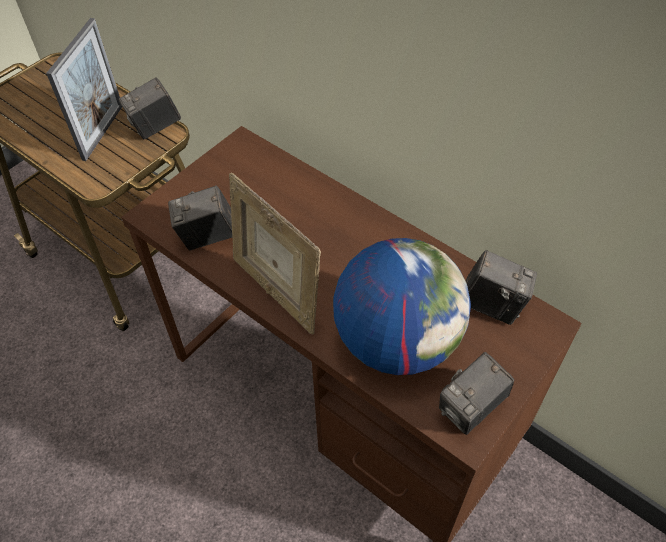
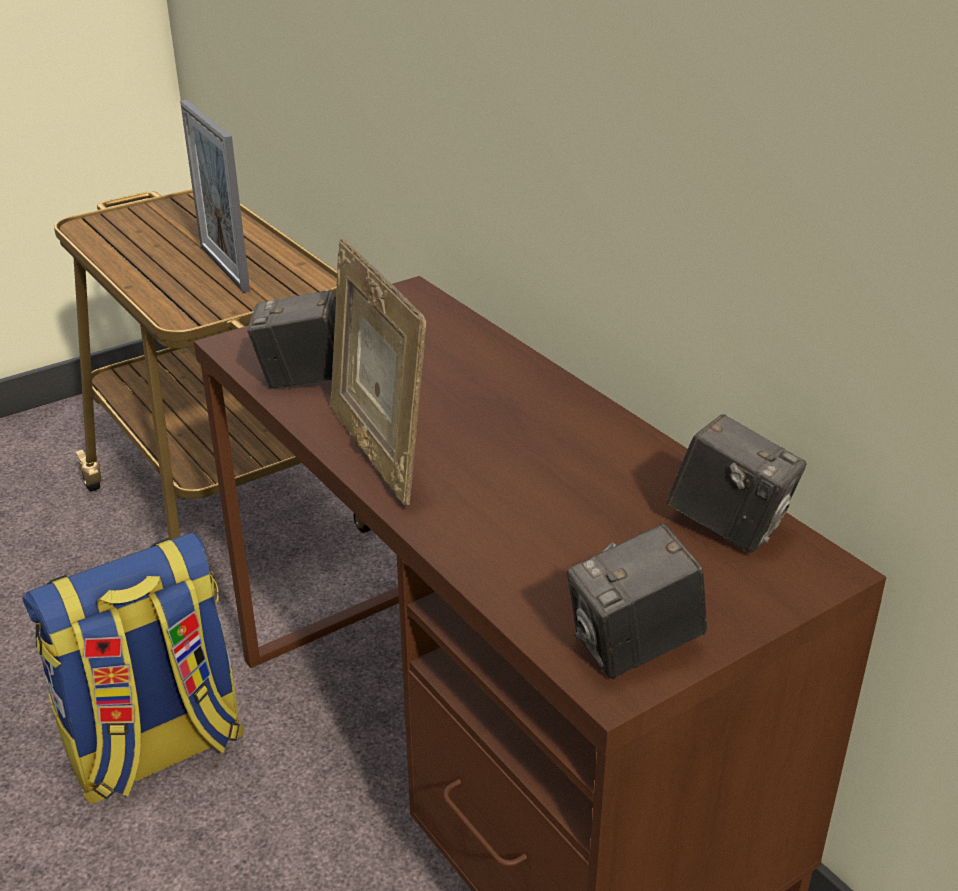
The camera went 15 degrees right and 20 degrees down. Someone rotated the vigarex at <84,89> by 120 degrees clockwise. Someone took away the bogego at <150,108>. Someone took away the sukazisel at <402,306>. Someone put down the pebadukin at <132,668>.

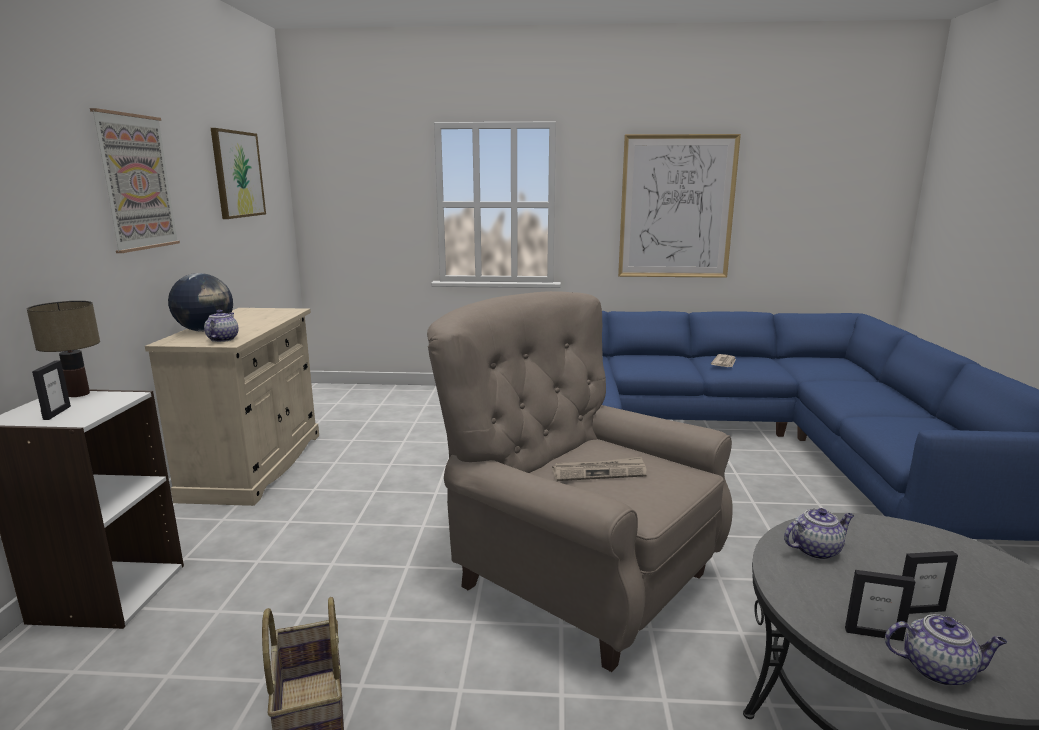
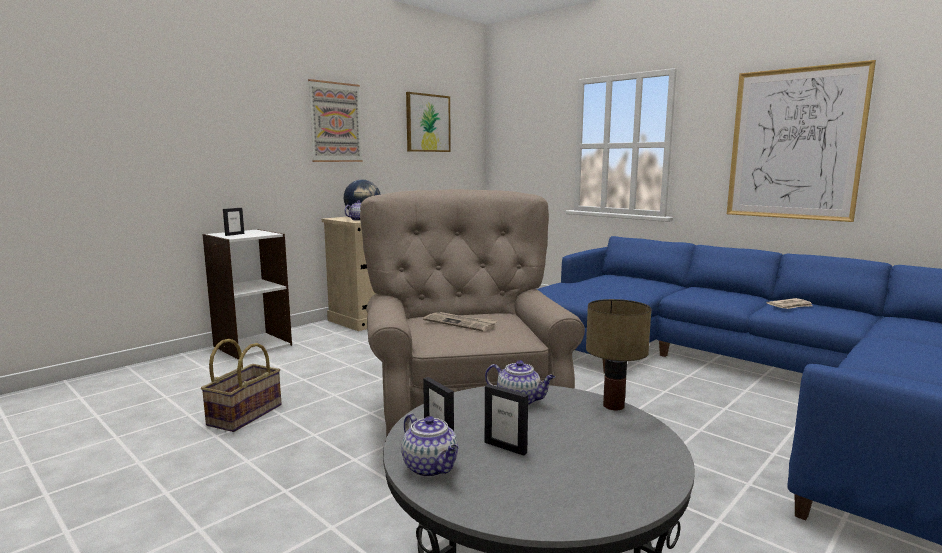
The camera went 40 degrees right and 5 degrees down. Someone carried the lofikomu from <63,349> to <618,354>.

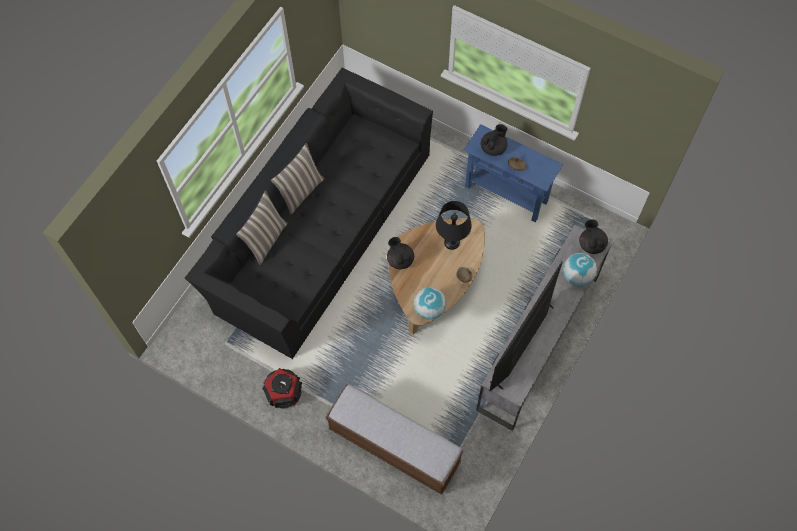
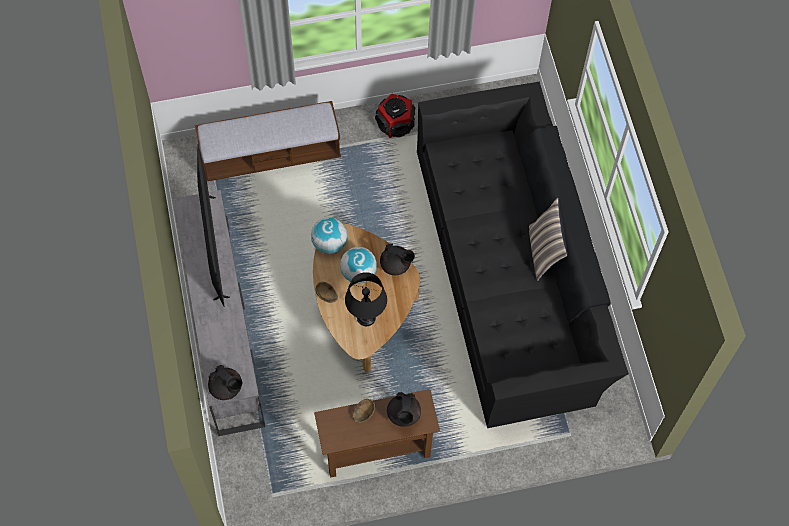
The camera went 135 degrees right and 0 degrees up. Someone repainted the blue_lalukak at <513,173>, which became the brown_lalukak at <377,433>. Someone took away the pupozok at <261,228>. Someone carried the sukazisel from <580,269> to <358,265>.

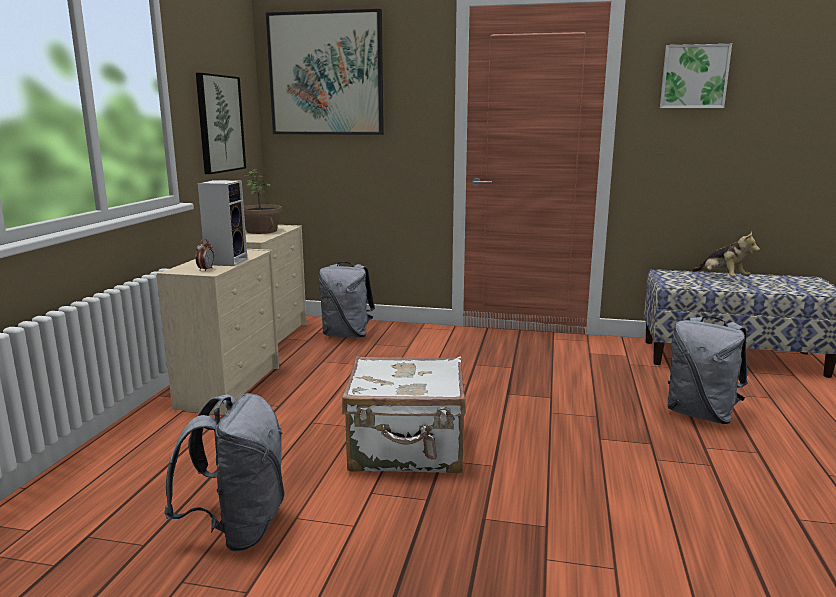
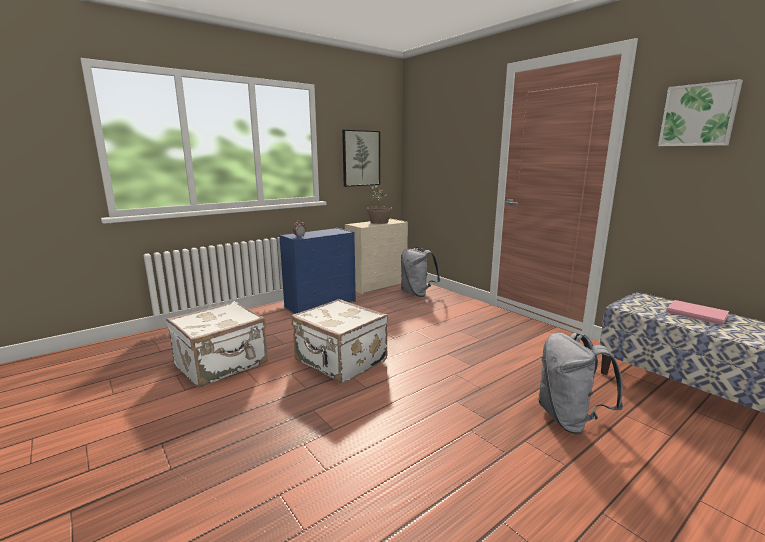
The camera went 40 degrees right and 0 degrees up. Someone took away the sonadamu at <325,72>. Someone took away the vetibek at <223,223>. Someone swapped the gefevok at <726,254> for the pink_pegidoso at <697,312>. Someone repainted the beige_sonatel at <218,332>, which became the blue_sonatel at <317,271>. Someone swapped the grey_pebadukin at <224,472> for the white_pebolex at <217,344>.

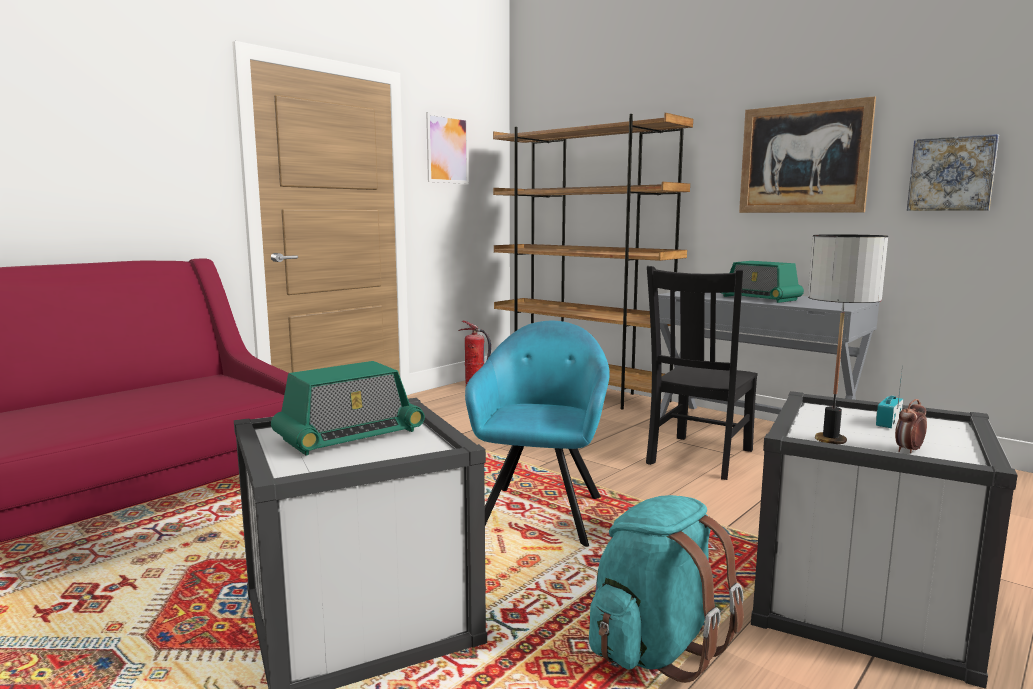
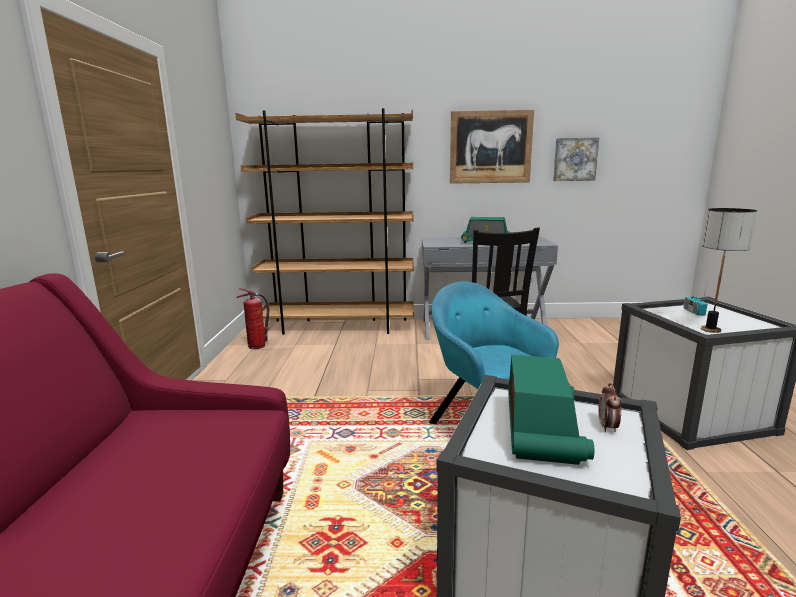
The camera went 40 degrees left and 5 degrees up. Someone took away the sonadamu at <447,148>. Someone carried the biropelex from <911,426> to <609,407>. Someone took away the turquoise_pebadukin at <666,589>.

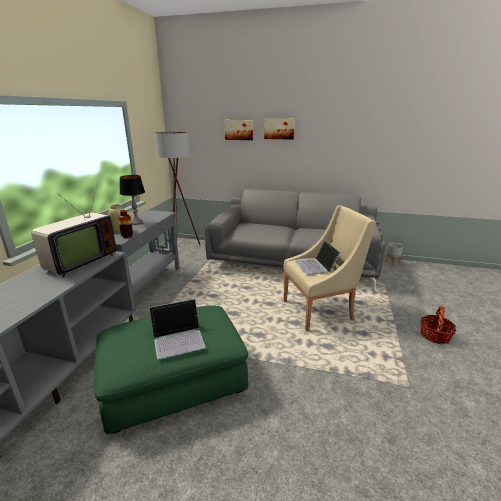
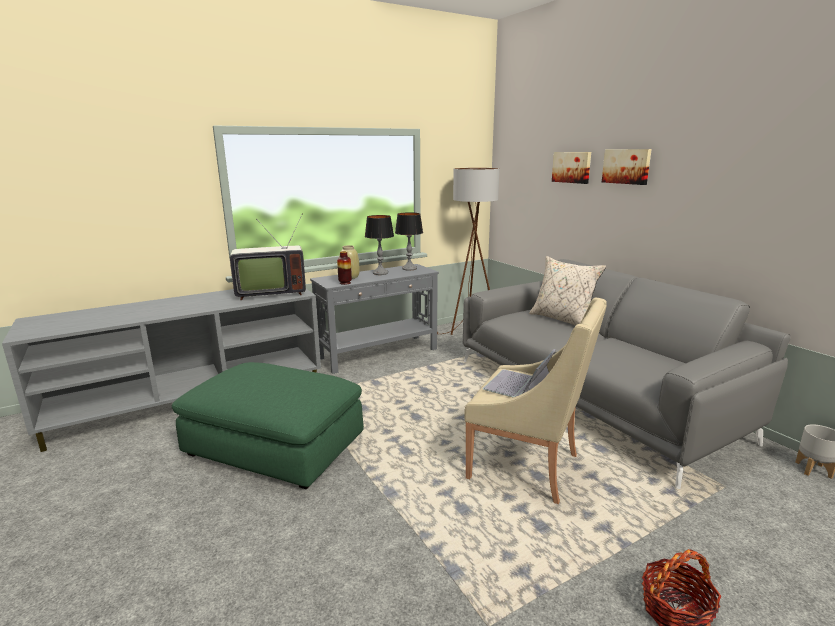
The camera went 45 degrees right and 5 degrees down. Someone took away the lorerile at <177,329>. Someone put down the lofikomu at <409,241>. Someone put down the beige_pupozok at <567,291>.

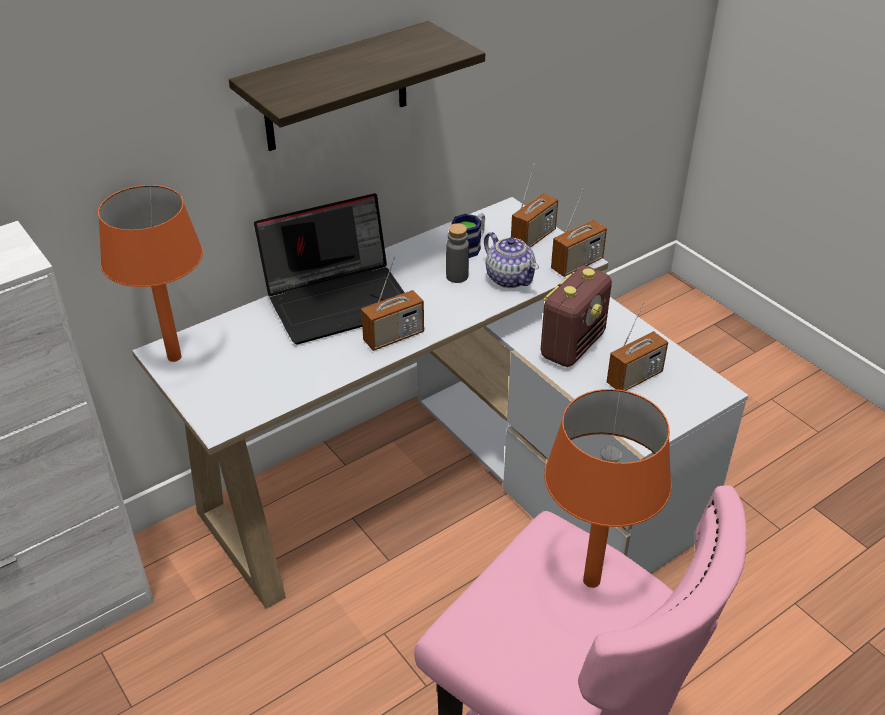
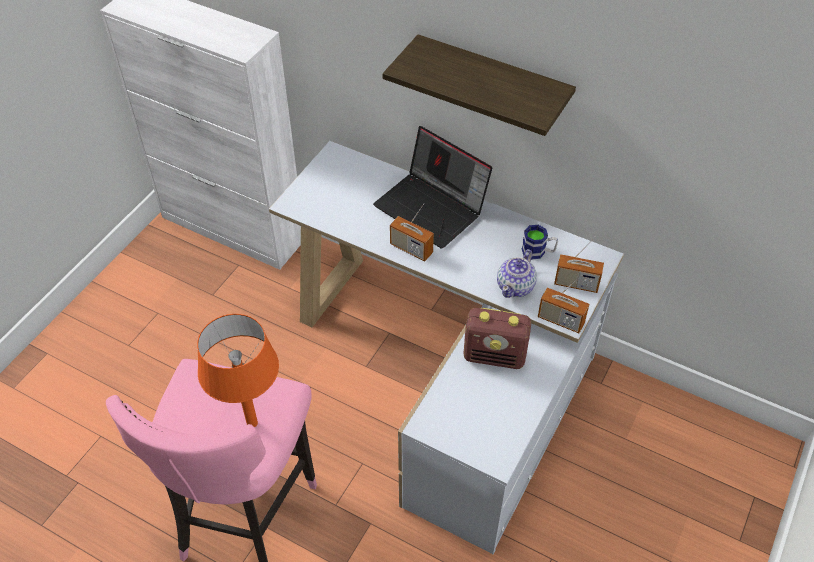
The camera went 65 degrees right and 10 degrees up. Someone took away the orange_lofikomu at <150,273>. Someone took away the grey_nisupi at <457,253>. Someone took away the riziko at <637,346>.

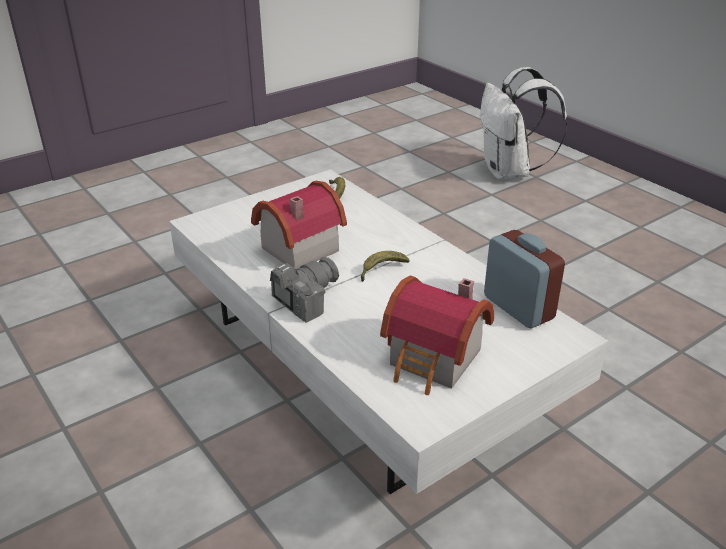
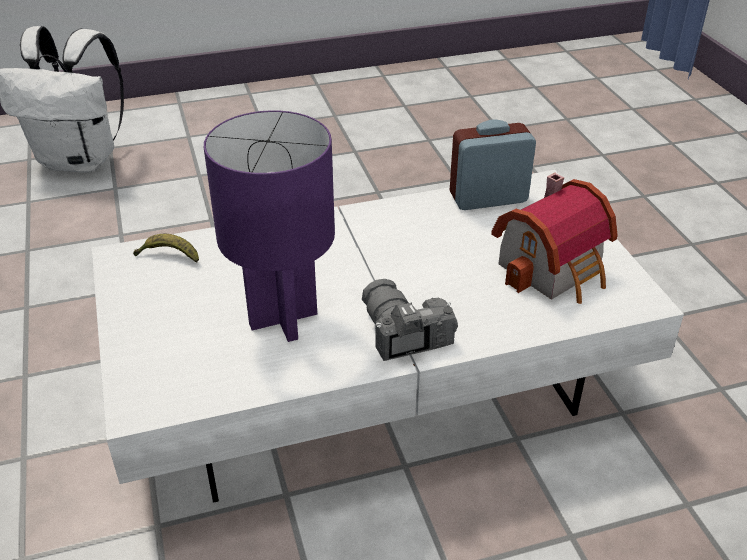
The camera went 70 degrees left and 5 degrees up. Someone swapped the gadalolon at <299,225> for the purple_lofikomu at <269,226>. Someone took away the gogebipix at <385,266>.

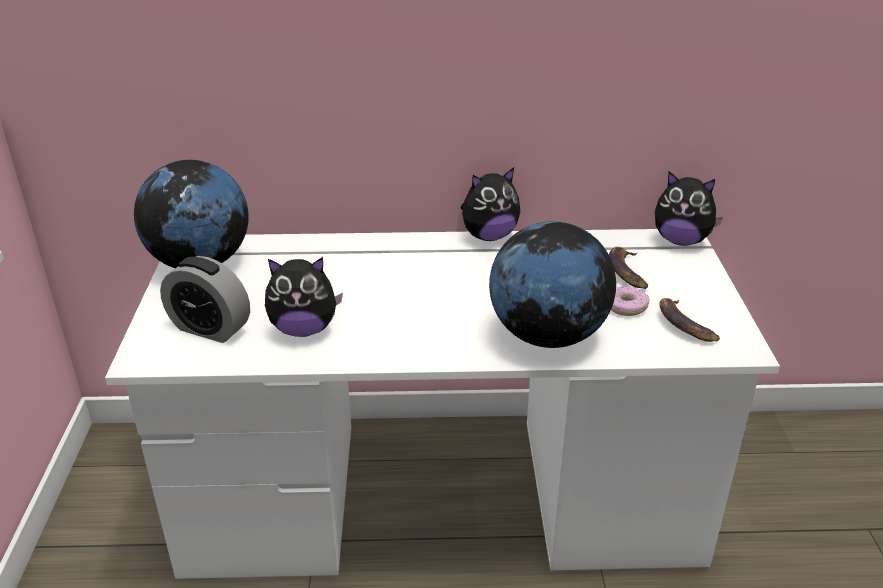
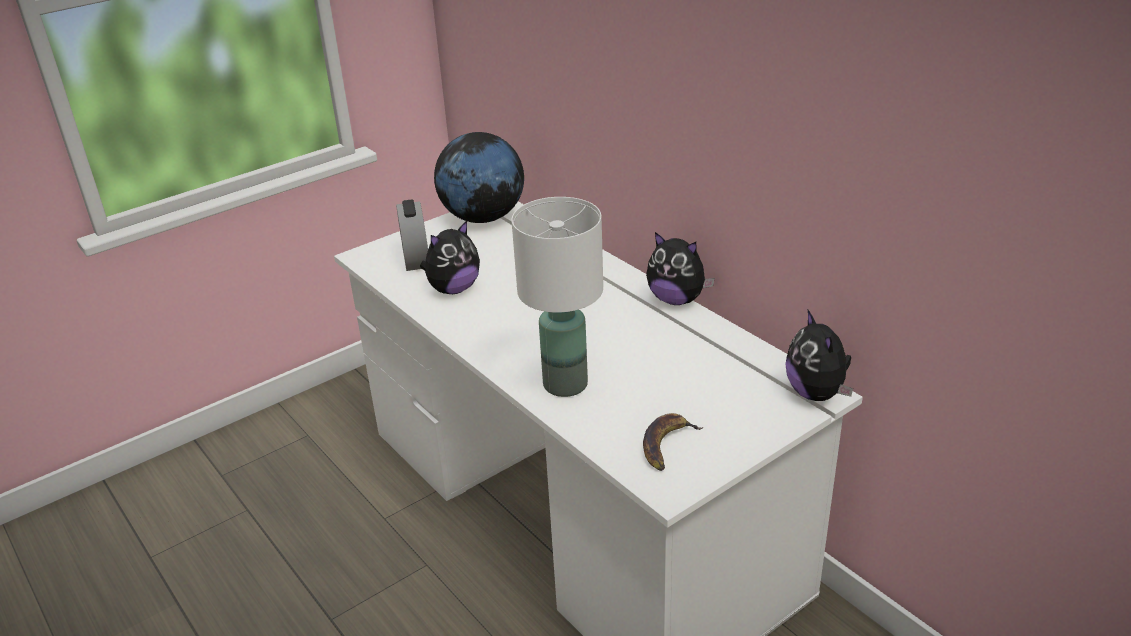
The camera went 55 degrees right and 0 degrees up. Someone swapped the sukazisel at <552,284> for the white_lofikomu at <557,297>. Someone took away the gogebipix at <628,268>. Someone rotated the gefevok at <304,297> by 90 degrees counterclockwise. Someone took away the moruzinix at <630,301>.

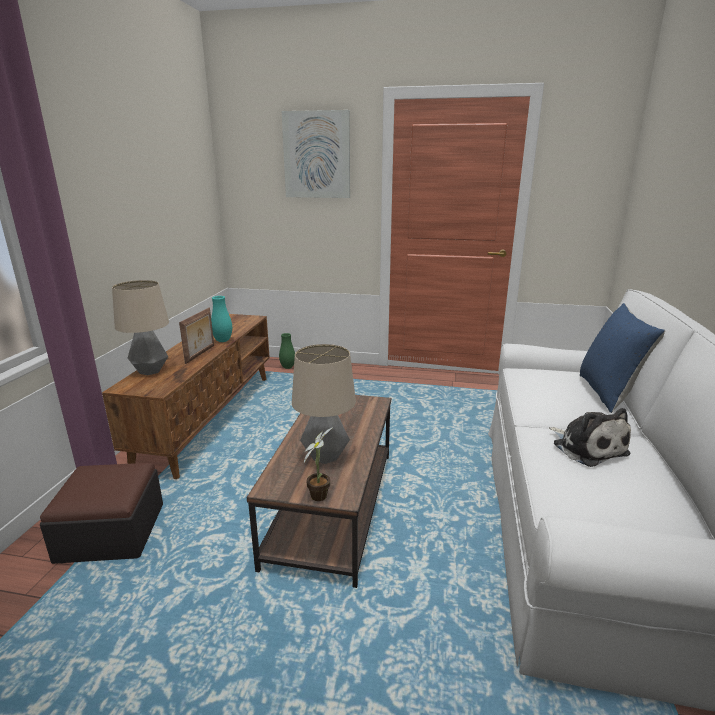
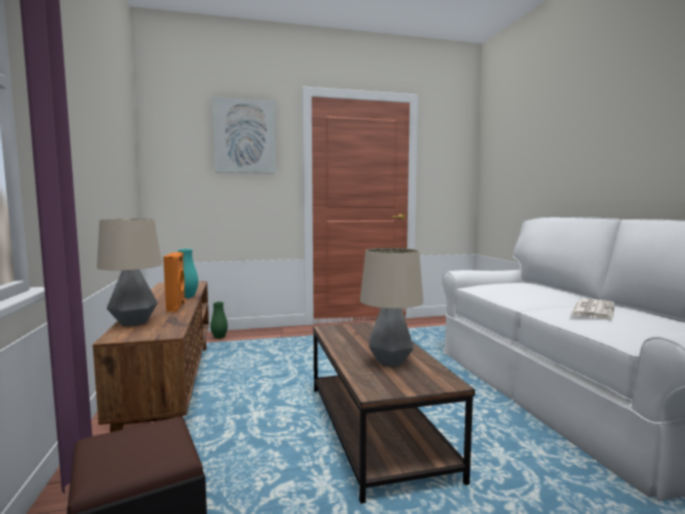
The camera went 25 degrees left and 15 degrees down. Someone took away the blue_pupozok at <622,358>. Someone swapped the vigarex at <196,335> for the orange_vetibek at <174,282>. Someone swapped the gefevok at <590,437> for the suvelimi at <592,309>. Someone took away the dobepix at <318,464>.

